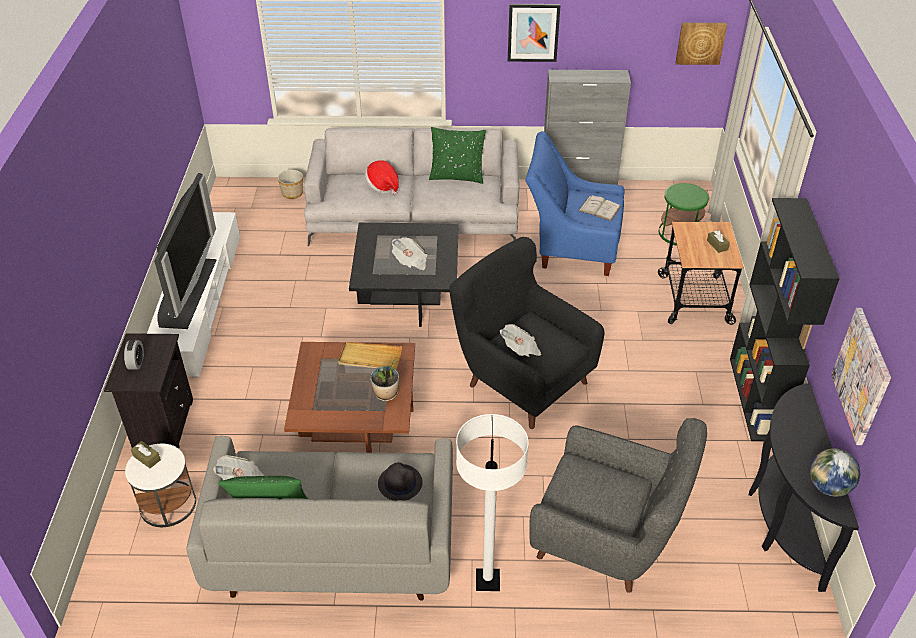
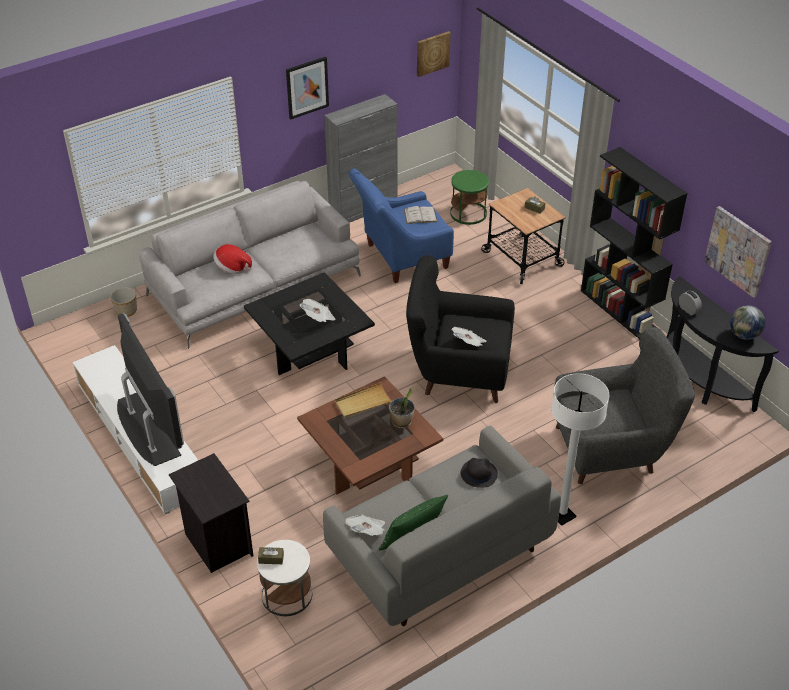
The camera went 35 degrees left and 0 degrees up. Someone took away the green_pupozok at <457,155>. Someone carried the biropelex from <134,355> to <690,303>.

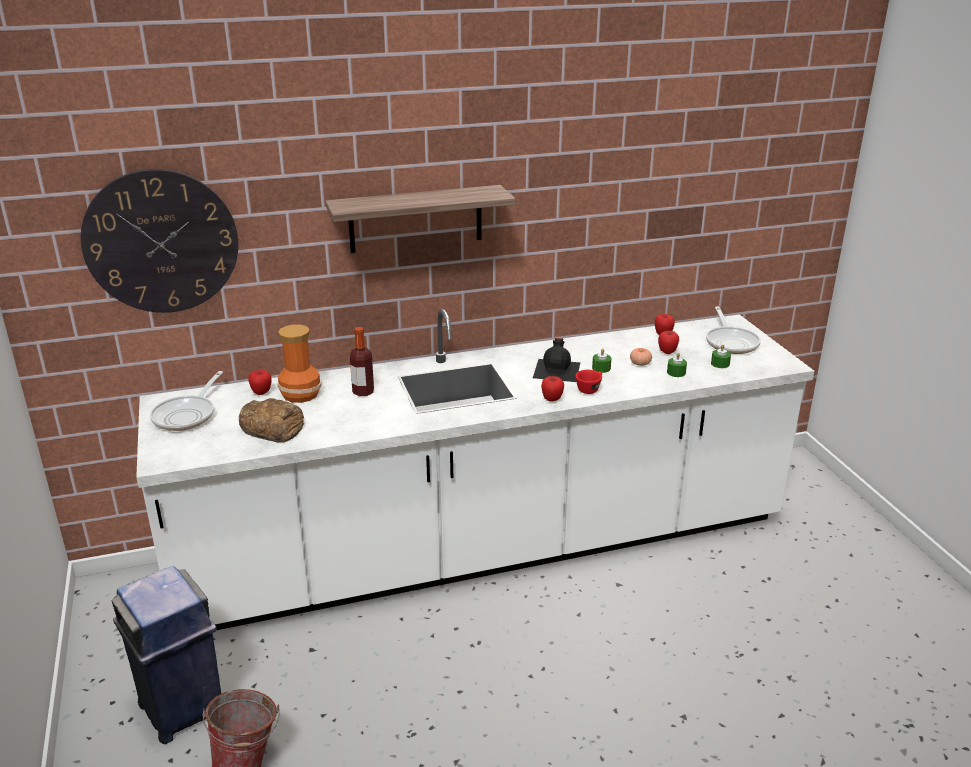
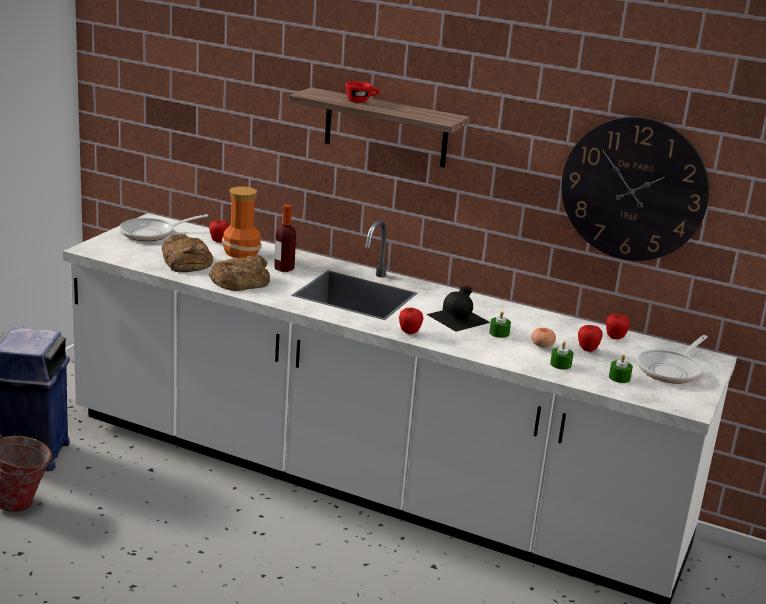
The camera went 40 degrees right and 5 degrees down. Someone carried the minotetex from <159,241> to <635,189>. Someone carried the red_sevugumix from <588,382> to <362,92>. Someone put down the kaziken at <239,273>.

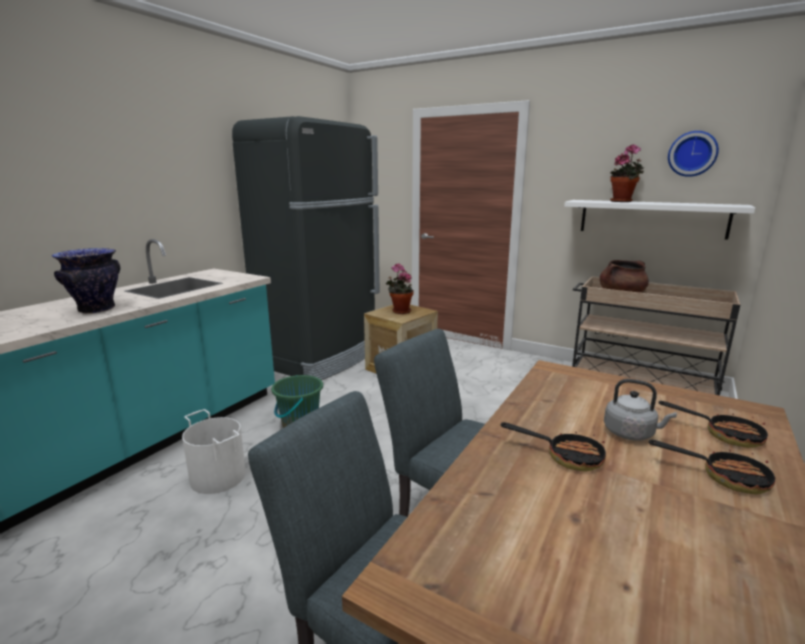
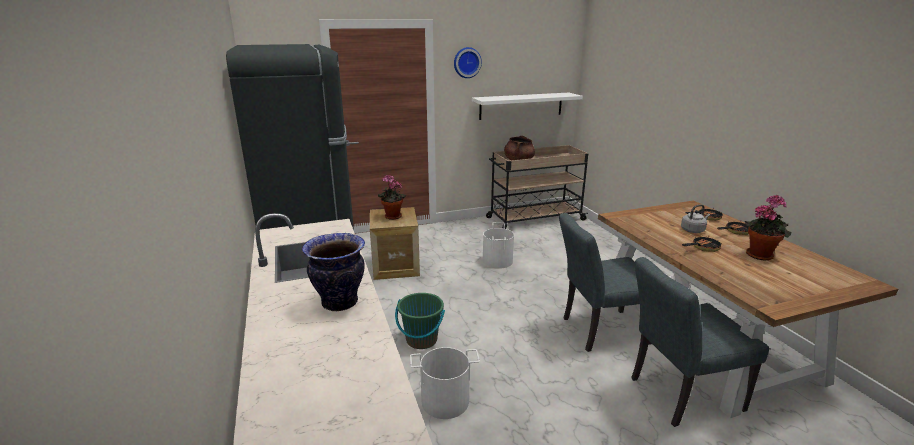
The camera went 50 degrees left and 5 degrees up. Someone carried the minotetex from <693,154> to <468,62>. Someone carried the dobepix from <627,173> to <768,227>. Someone put down the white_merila at <498,245>.

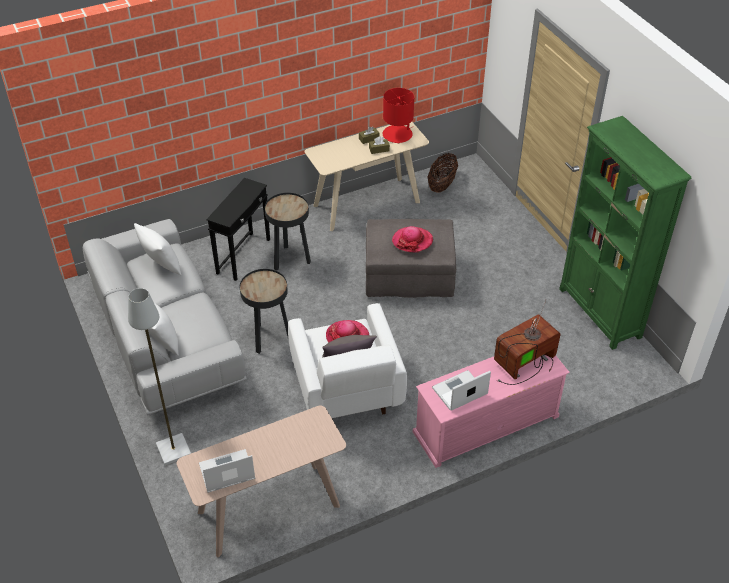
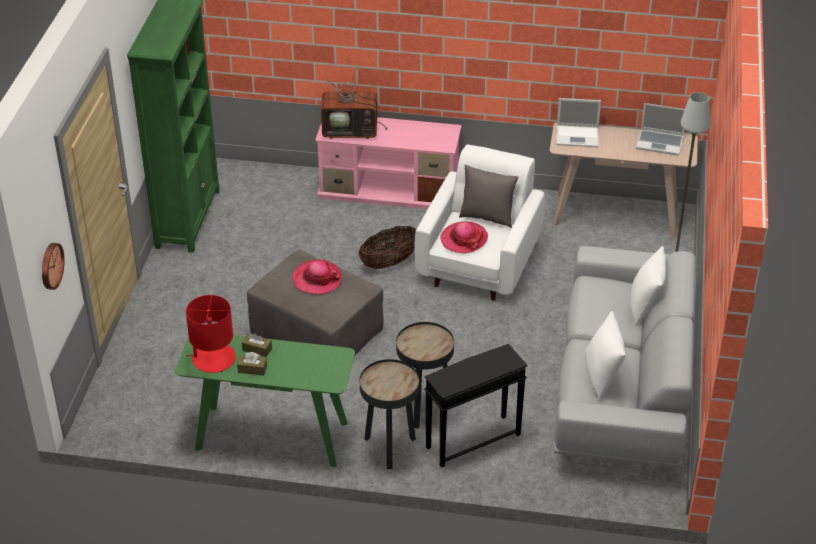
The camera went 145 degrees left and 5 degrees down. Someone repainted the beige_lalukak at <367,176>, which became the green_lalukak at <265,401>. Someone carried the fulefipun from <443,172> to <387,247>. Someone carried the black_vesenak from <264,311> to <389,414>. Someone carried the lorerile from <461,390> to <578,122>. Someone put up the minotetex at <53,266>.

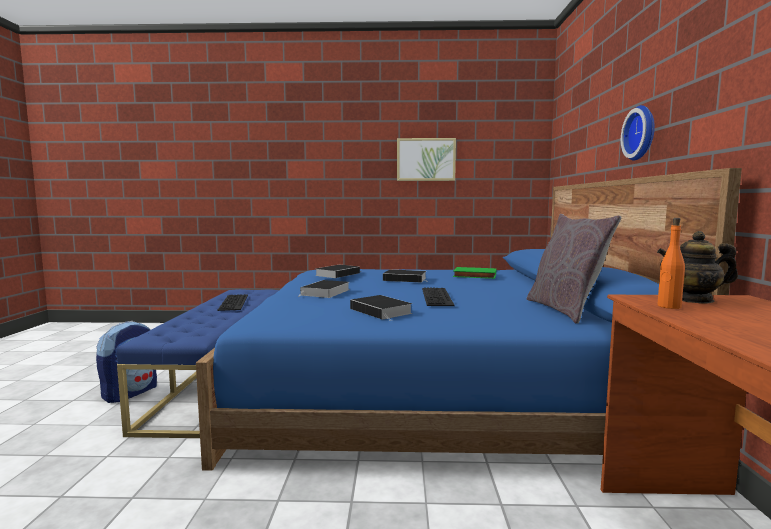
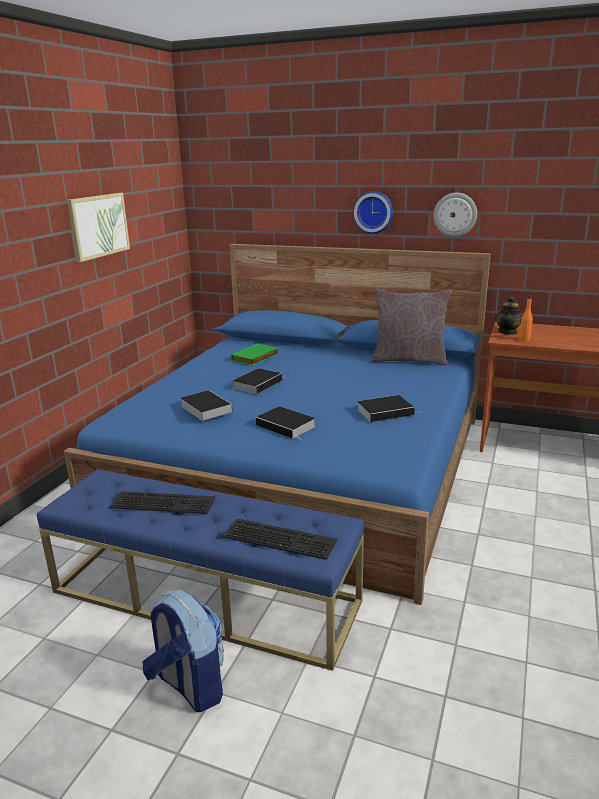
The camera went 70 degrees left and 15 degrees up. Someone carried the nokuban from <438,297> to <280,539>. Someone put up the minotetex at <455,215>.

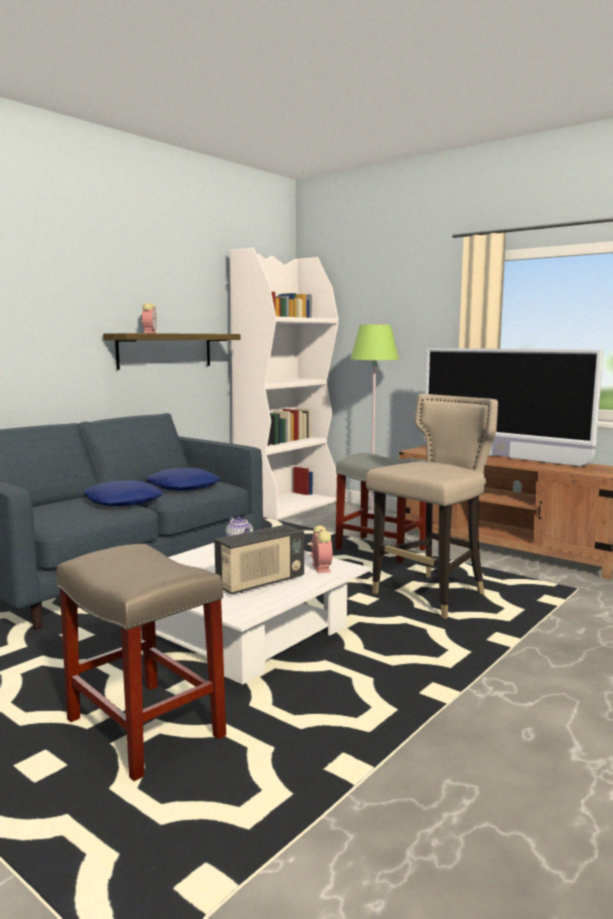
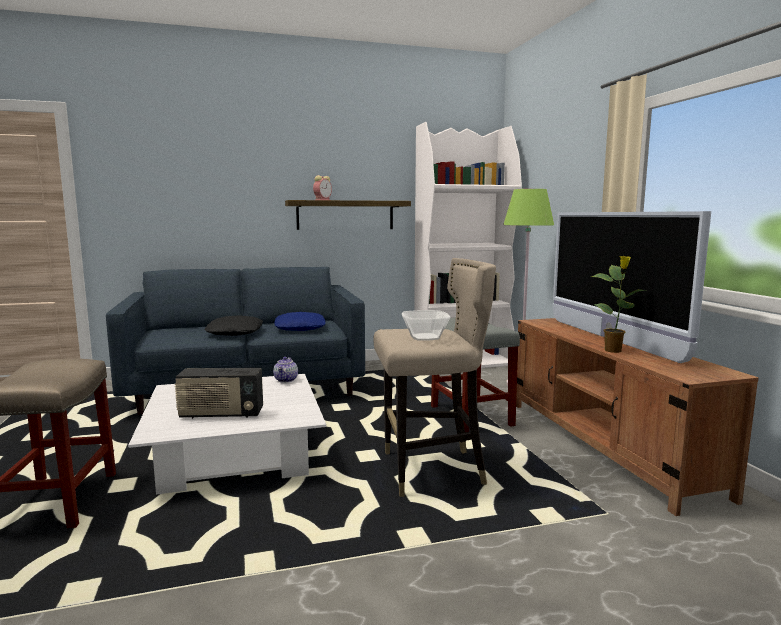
The camera went 35 degrees right and 0 degrees up. Someone repainted the blue_pupozok at <123,493>, which became the black_pupozok at <233,326>. Someone took away the biropelex at <321,549>. Someone put down the dobepix at <618,304>. Someone put down the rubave at <426,325>.

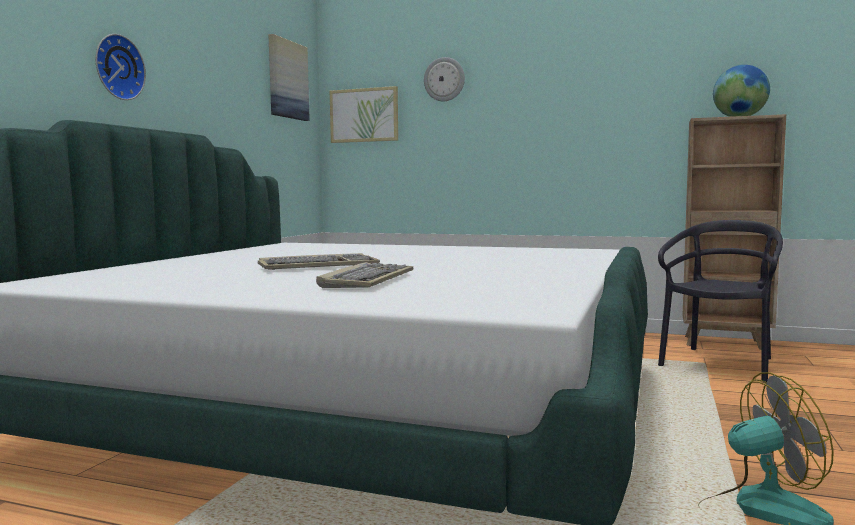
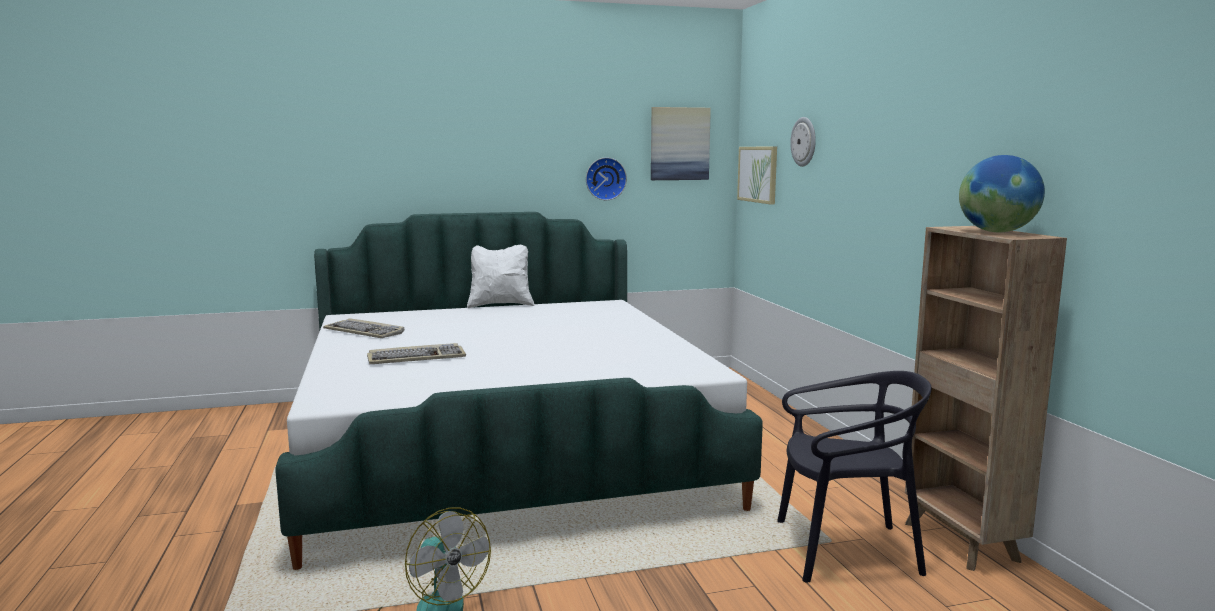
The camera went 55 degrees right and 5 degrees up. Someone carried the minotetex from <120,67> to <606,178>. Someone carried the nokuban from <319,261> to <363,328>. Someone put down the white_pupozok at <501,276>.

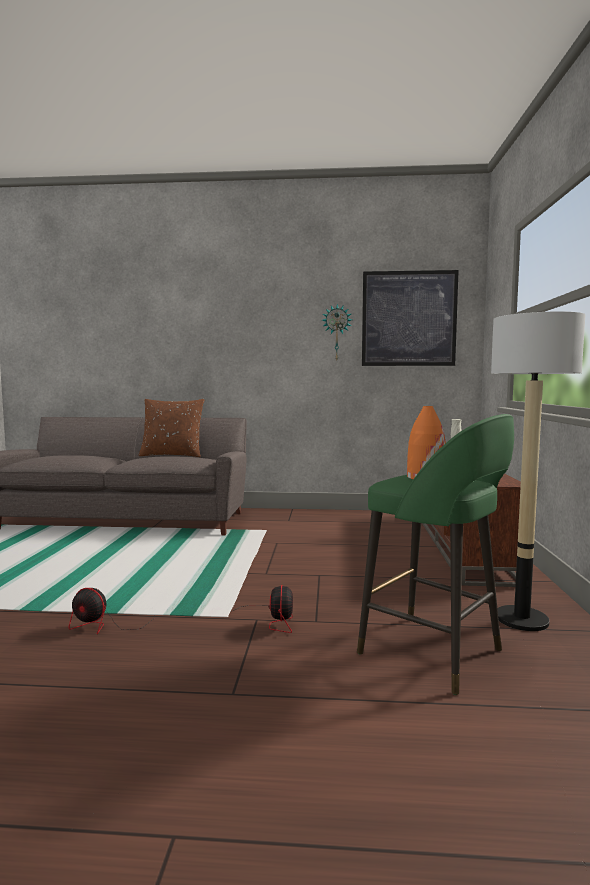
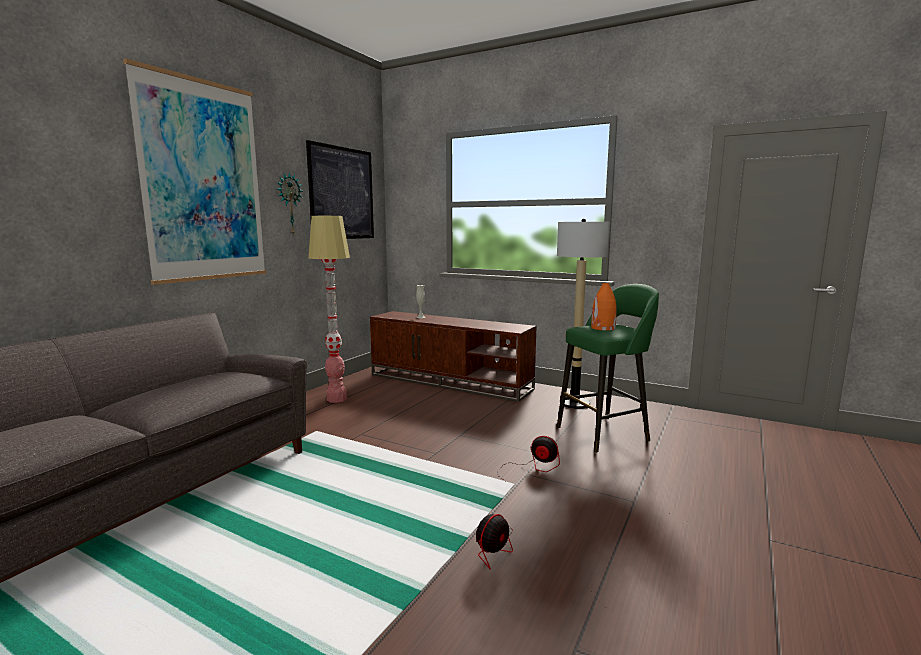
The camera went 65 degrees left and 5 degrees up. Someone took away the brown_pupozok at <172,428>. Someone put up the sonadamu at <195,171>. Someone put down the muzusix at <329,309>.

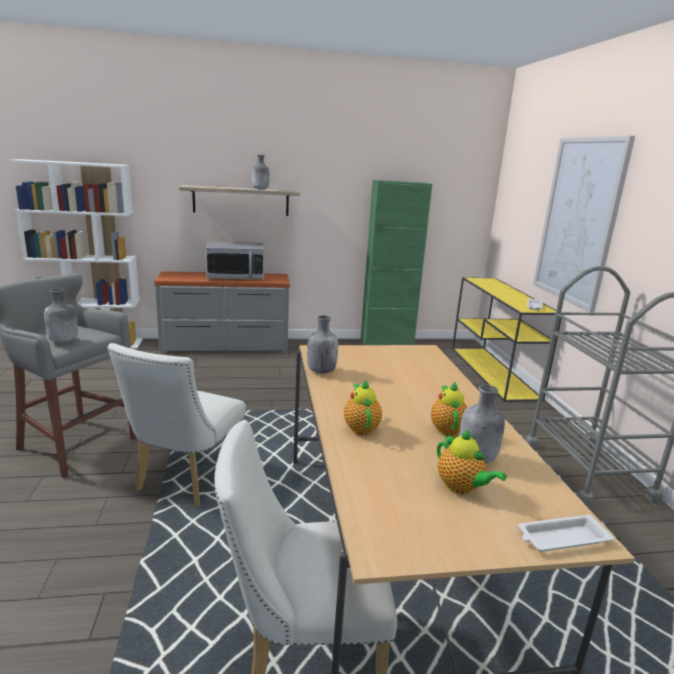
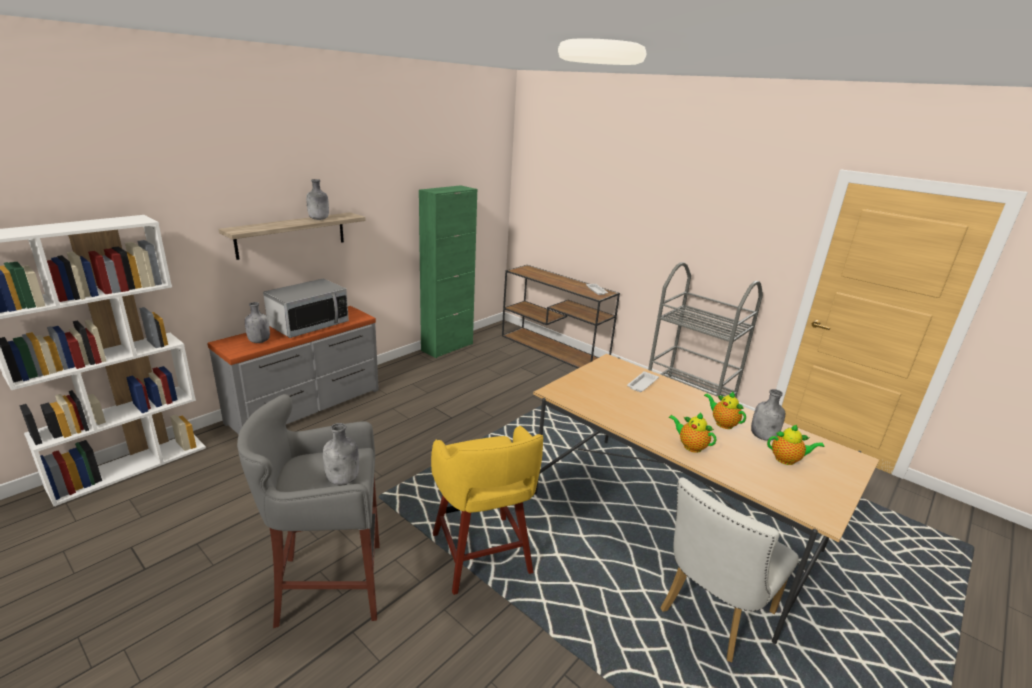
The camera went 40 degrees left and 5 degrees up. Someone took away the sonadamu at <584,223>. Someone repainted the yellow_lalukak at <507,339>, which became the brown_lalukak at <561,316>. Someone carried the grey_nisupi from <322,344> to <257,322>. Someone swapped the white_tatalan at <176,425> for the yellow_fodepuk at <487,510>. Someone carried the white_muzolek from <566,533> to <643,381>.

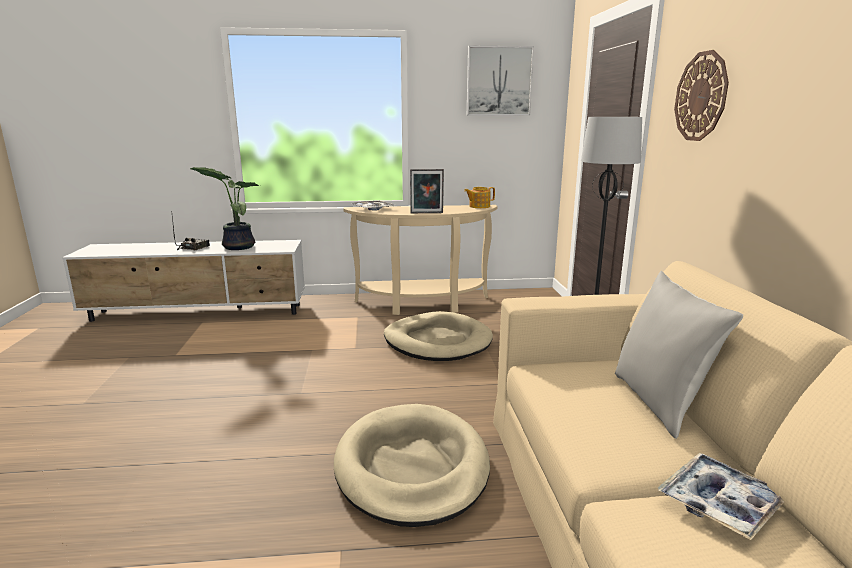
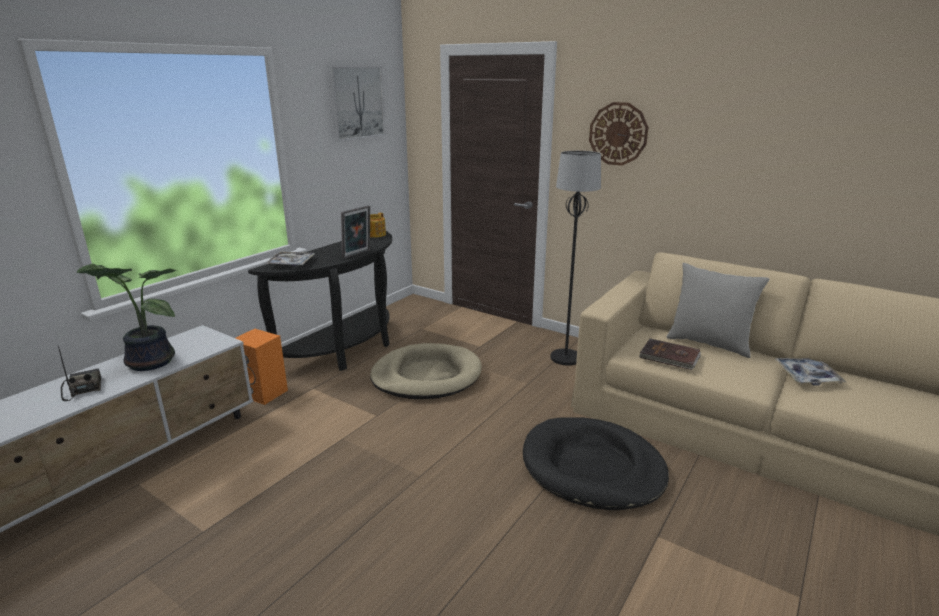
The camera went 50 degrees left and 5 degrees up. Someone repainted the beige_lalukak at <420,260>, which became the black_lalukak at <320,301>. Someone repainted the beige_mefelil at <412,465>, which became the black_mefelil at <596,463>. Someone put down the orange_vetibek at <262,367>. Someone put down the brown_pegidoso at <670,354>.

